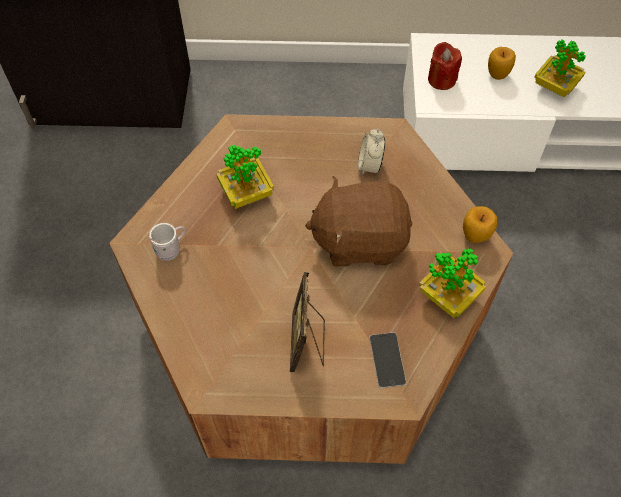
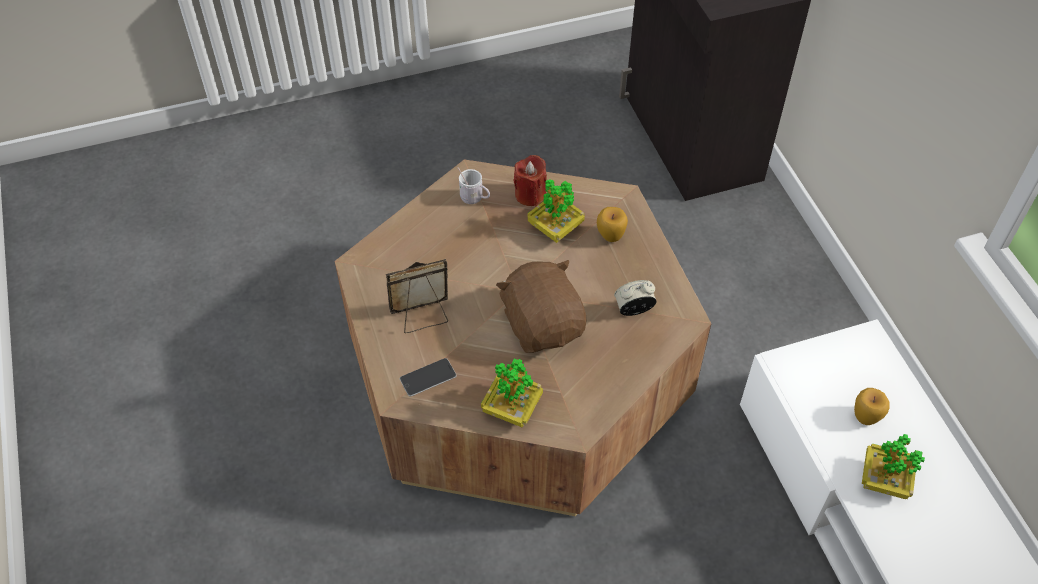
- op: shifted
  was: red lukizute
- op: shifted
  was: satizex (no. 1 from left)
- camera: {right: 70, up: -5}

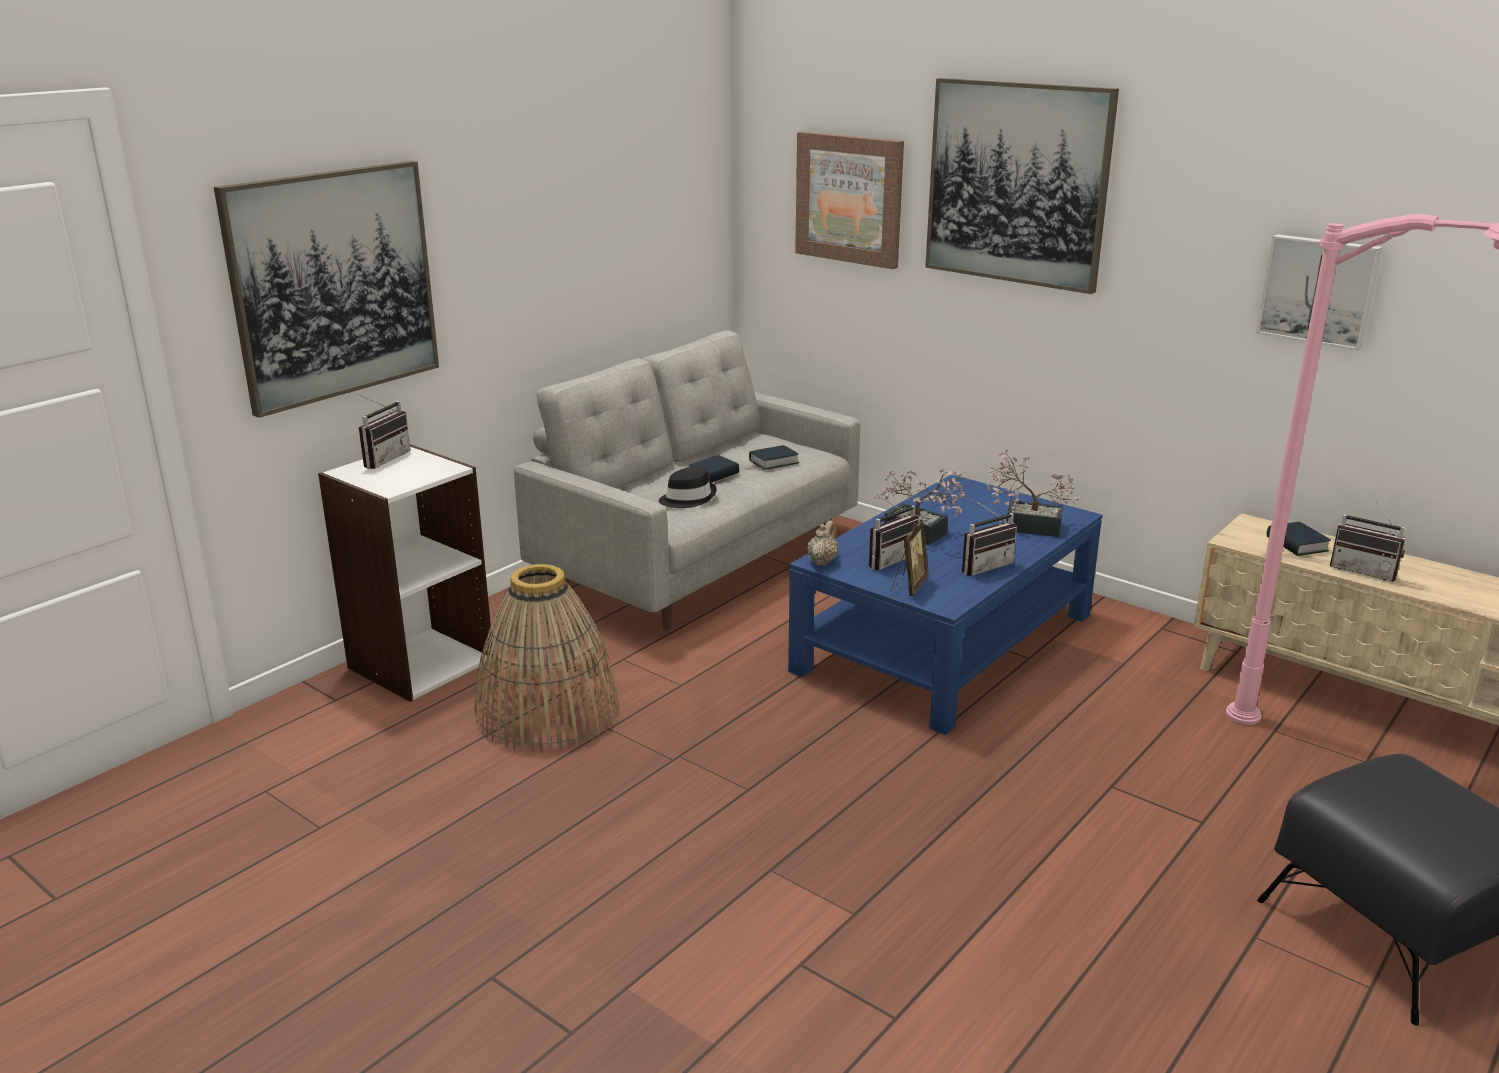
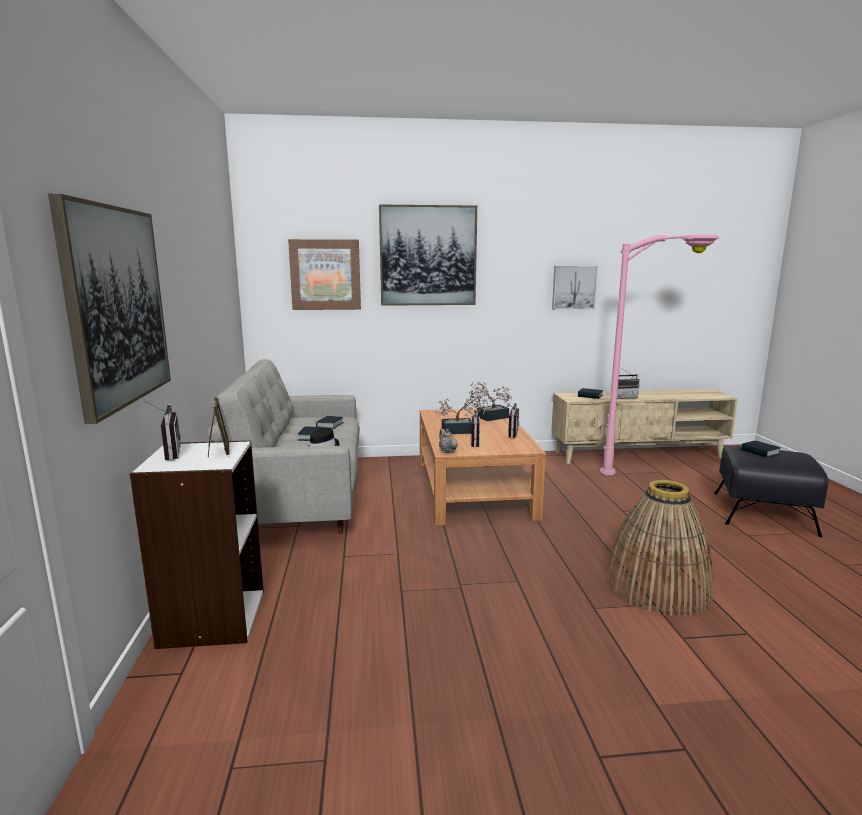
- op: new
  now: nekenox (no. 4 from left)
- op: shifted
  was: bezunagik
- op: shifted
  was: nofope
- op: repainted
  was: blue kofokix
  now: brown kofokix
- camera: {right: -45, up: -10}

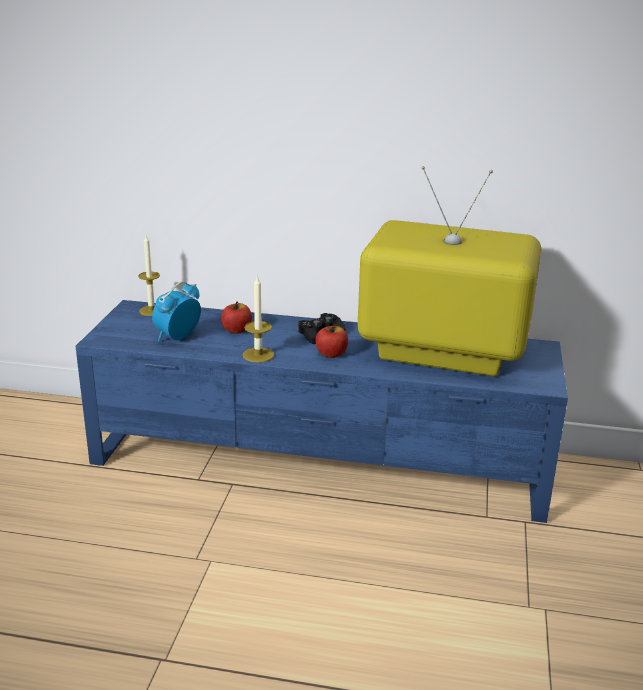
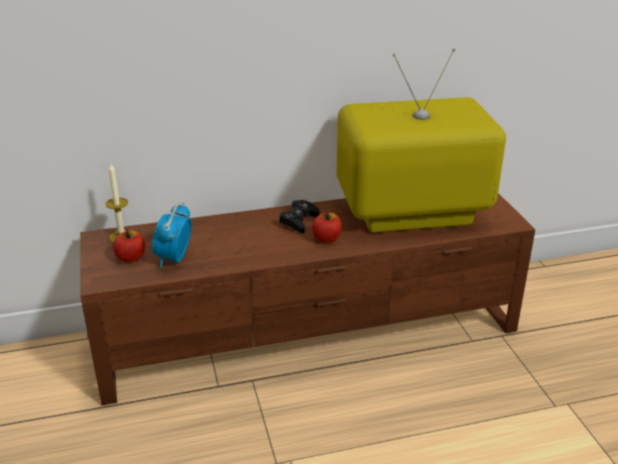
- op: gone
  was: lukizute (no. 2 from left)
- op: shifted
  was: satizex (no. 1 from left)
- op: repainted
  was: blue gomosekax
  now: brown gomosekax
- camera: {right: -25, up: 5}

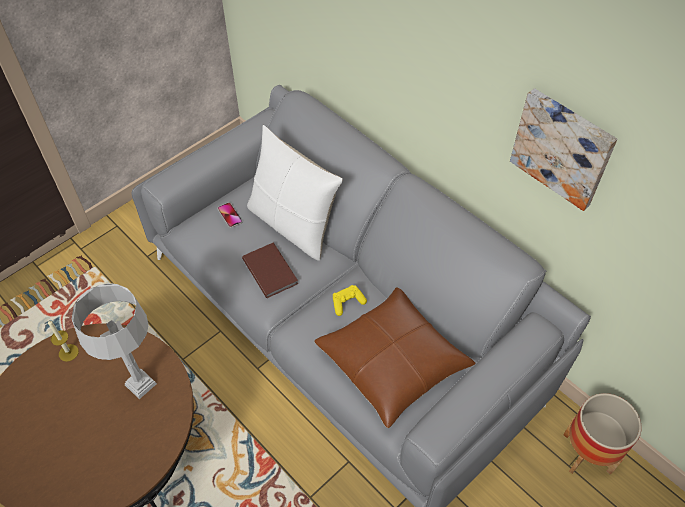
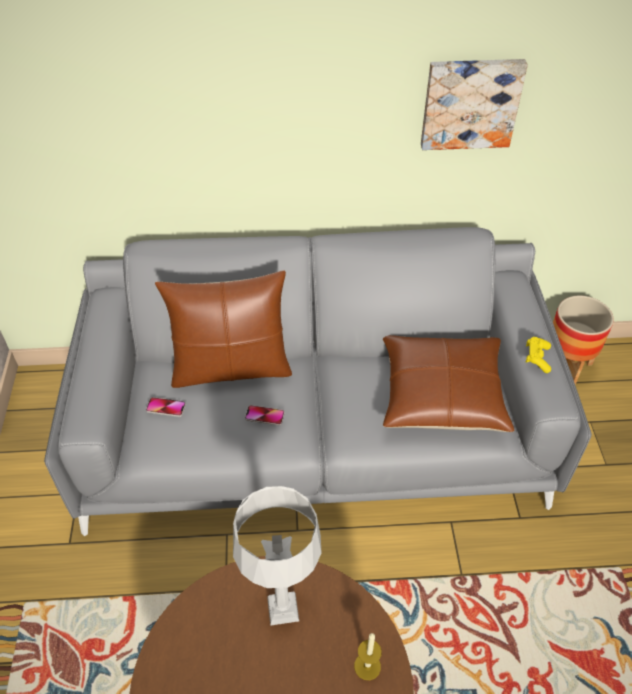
- op: shifted
  was: lukizute
- op: shifted
  was: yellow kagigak
- op: swapped
  was: brown nekenox
  now: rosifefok (no. 2 from left)
- op: repainted
  was: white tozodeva
  now: brown tozodeva (no. 1 from left)
- camera: {right: -50, up: -5}

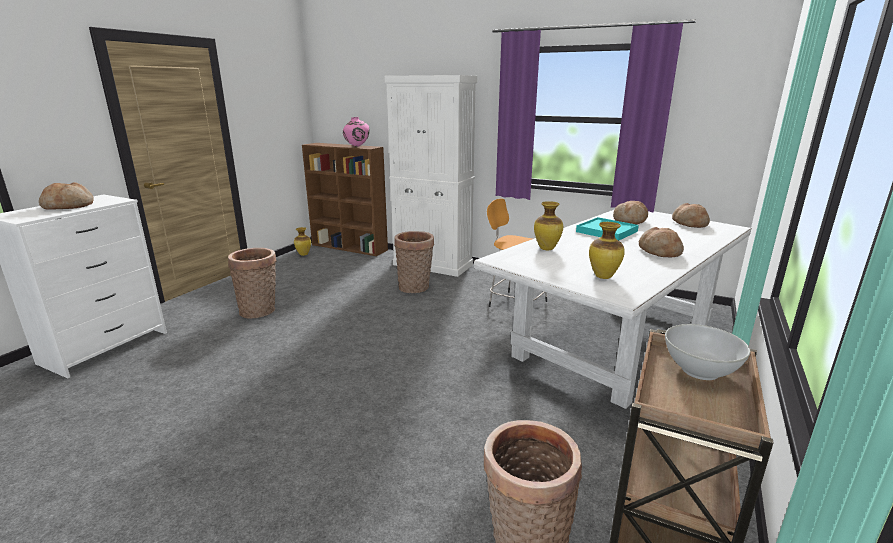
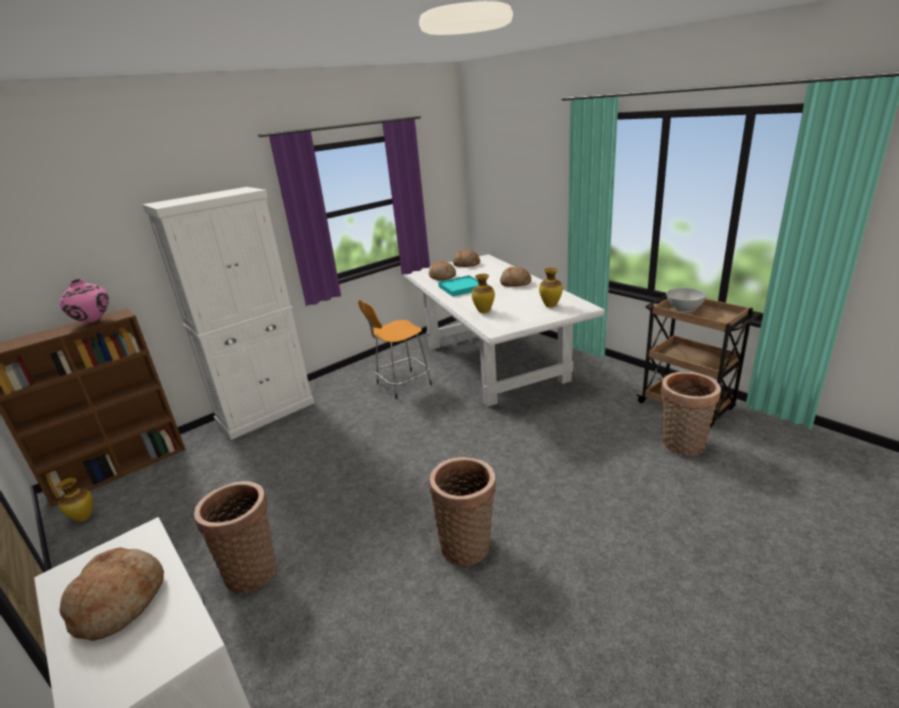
- op: shifted
  was: bezunagik (no. 2 from left)
- camera: {right: -65, up: 5}

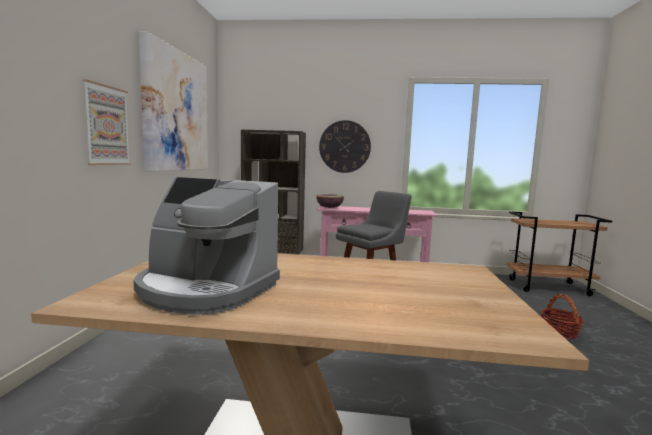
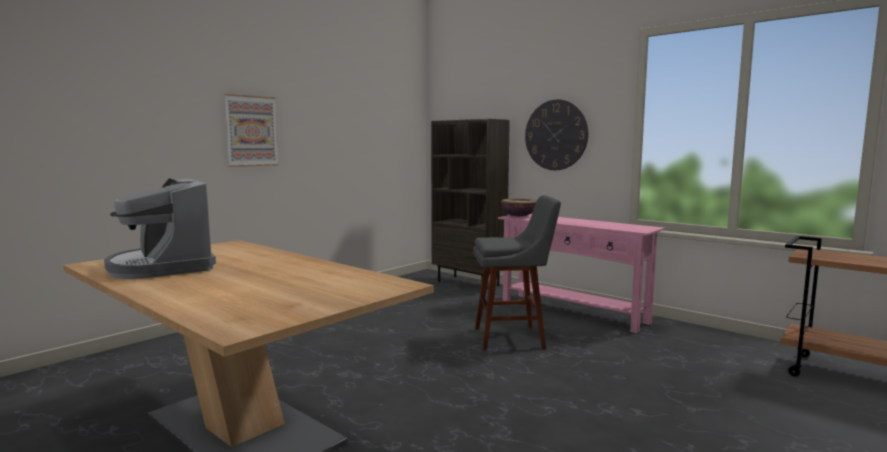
- op: gone
  was: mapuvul (no. 2 from left)
- op: gone
  was: bezunagik
- camera: {right: 35, up: 0}

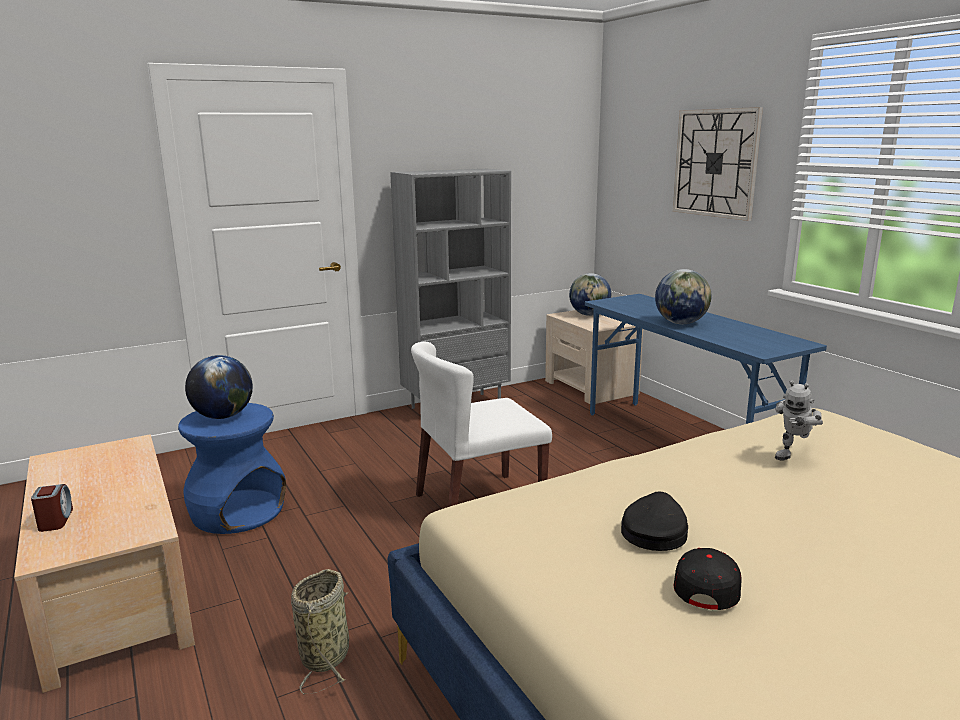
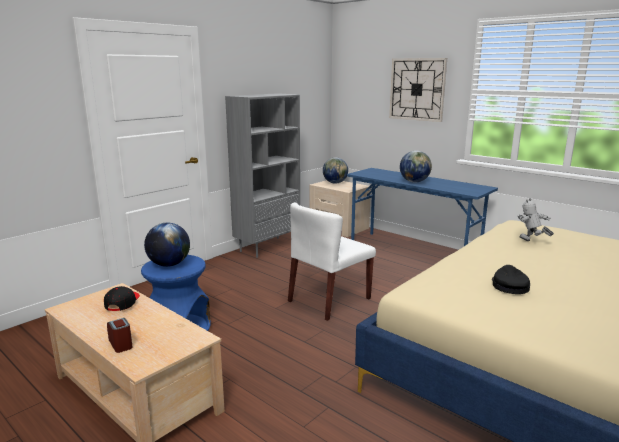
- op: gone
  was: bezunagik
- op: shifted
  was: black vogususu (no. 2 from left in the first image)
  now: black vogususu (no. 1 from left)
- op: rotated
  was: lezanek
  clockwise: 120
- camera: {right: -20, up: 0}

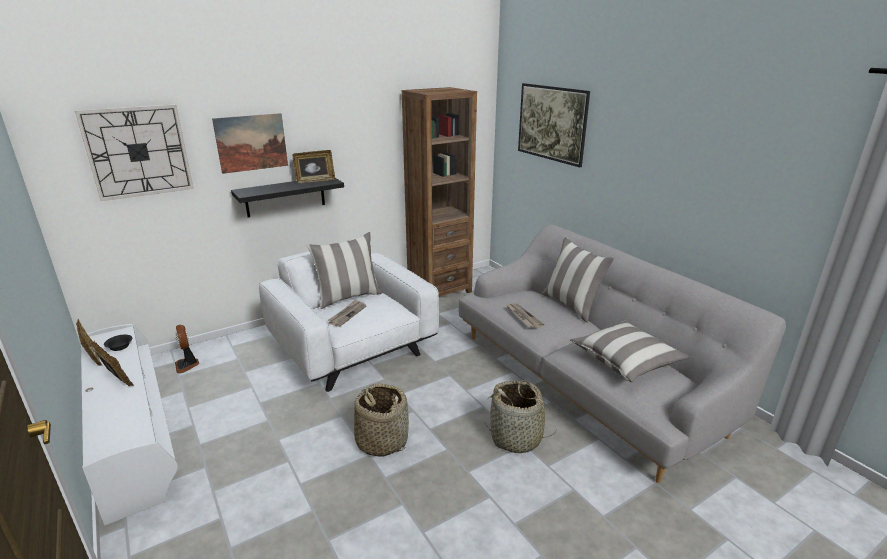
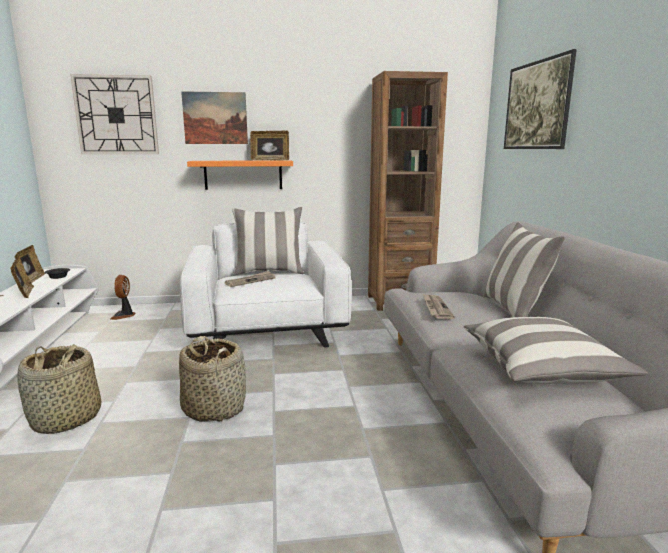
- op: shifted
  was: bezunagik (no. 2 from left in the first image)
  now: bezunagik (no. 1 from left)
- op: repainted
  was: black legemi
  now: orange legemi
- camera: {right: 25, up: -10}

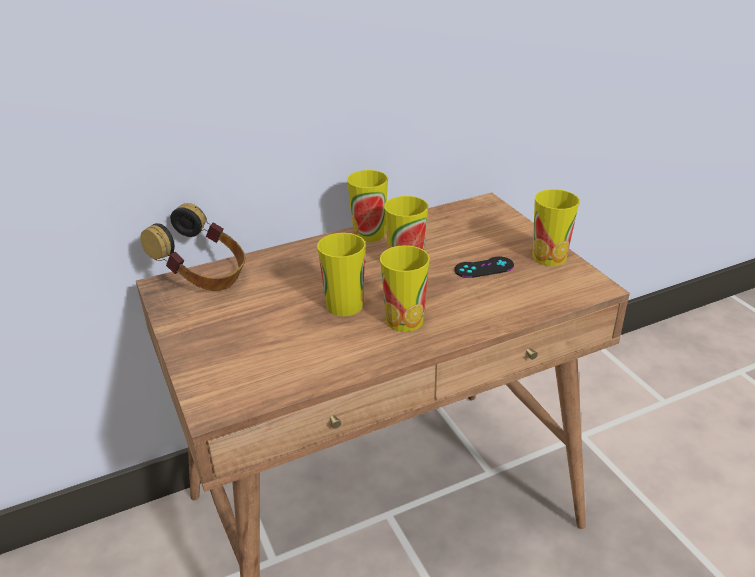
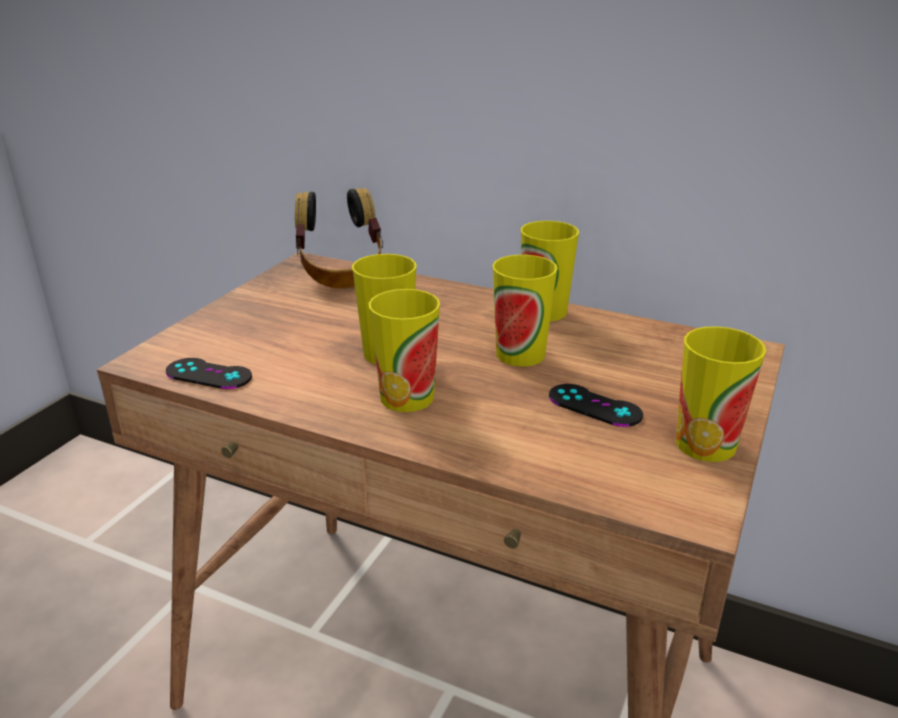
- op: new
  now: black kagigak (no. 1 from left)
- camera: {right: 50, up: -5}

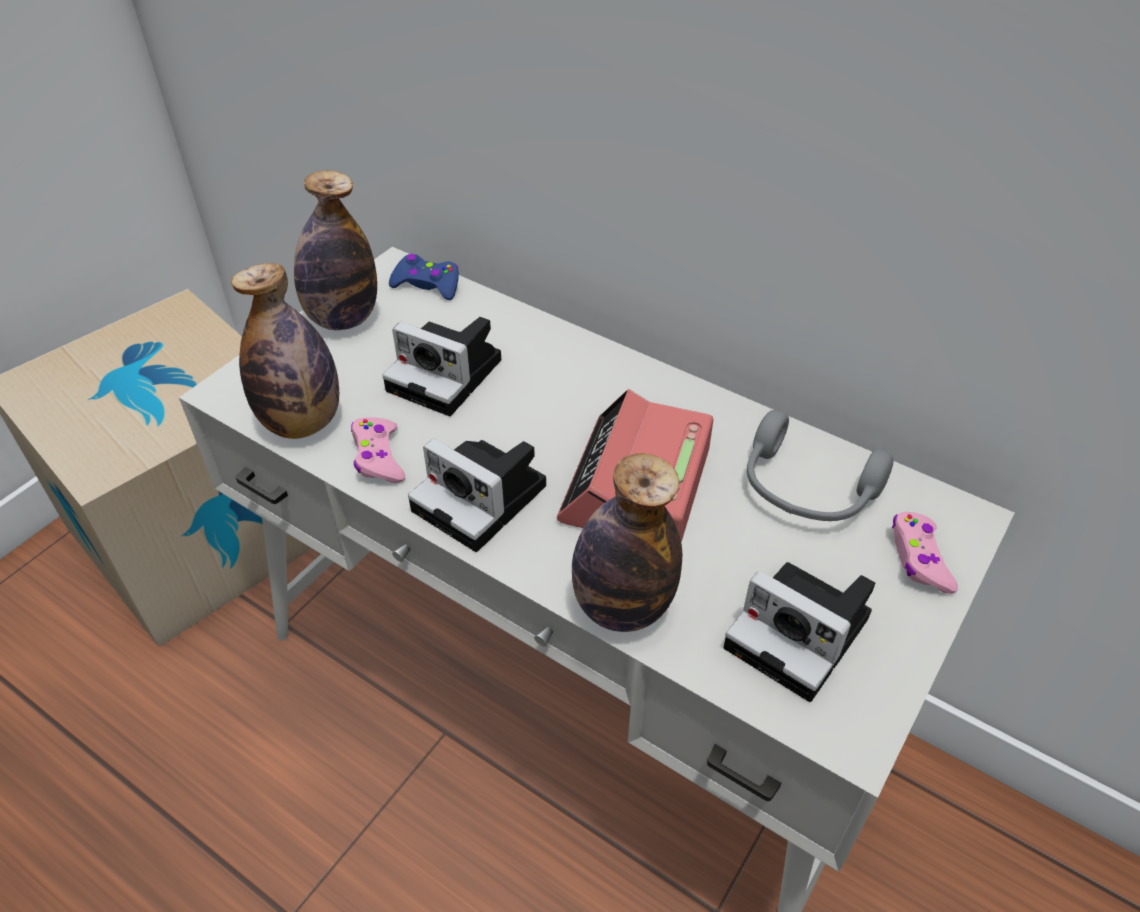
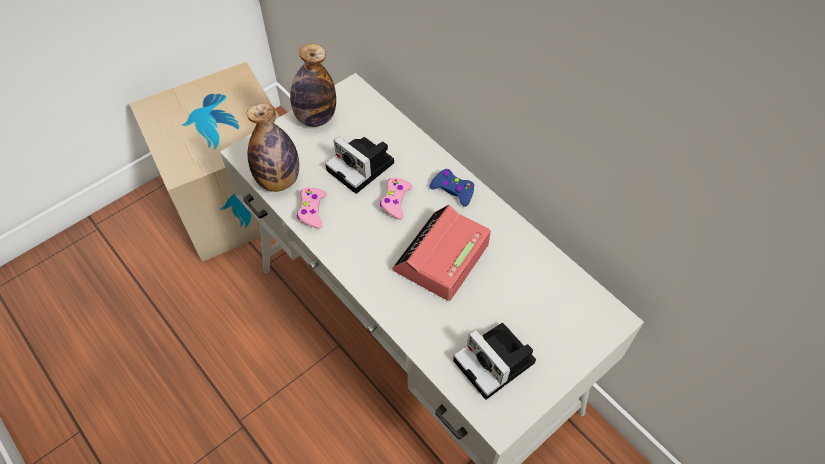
- op: gone
  was: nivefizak (no. 2 from left)
- op: gone
  was: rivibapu (no. 3 from left)
- op: gone
  was: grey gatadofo
- op: shifted
  was: blue kagigak
- op: shifted
  was: pink kagigak (no. 2 from left)
- camera: {right: 15, up: 10}

